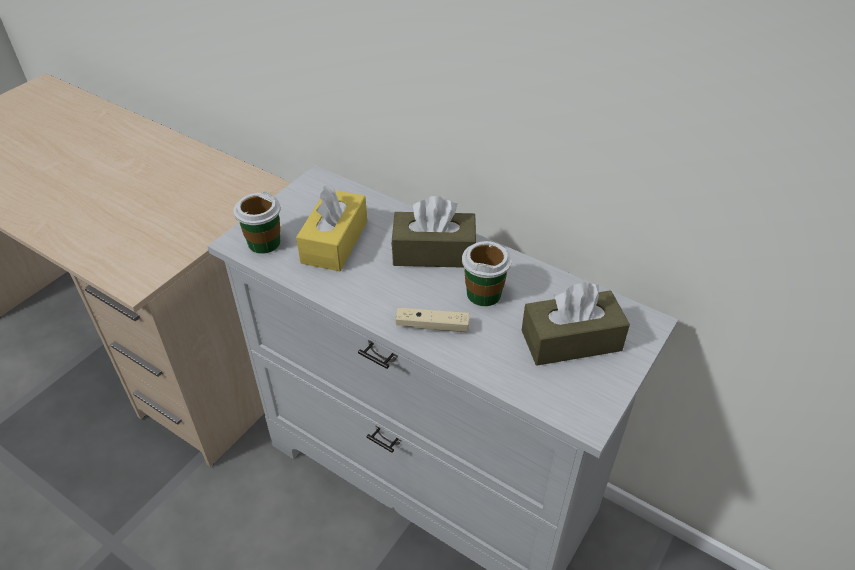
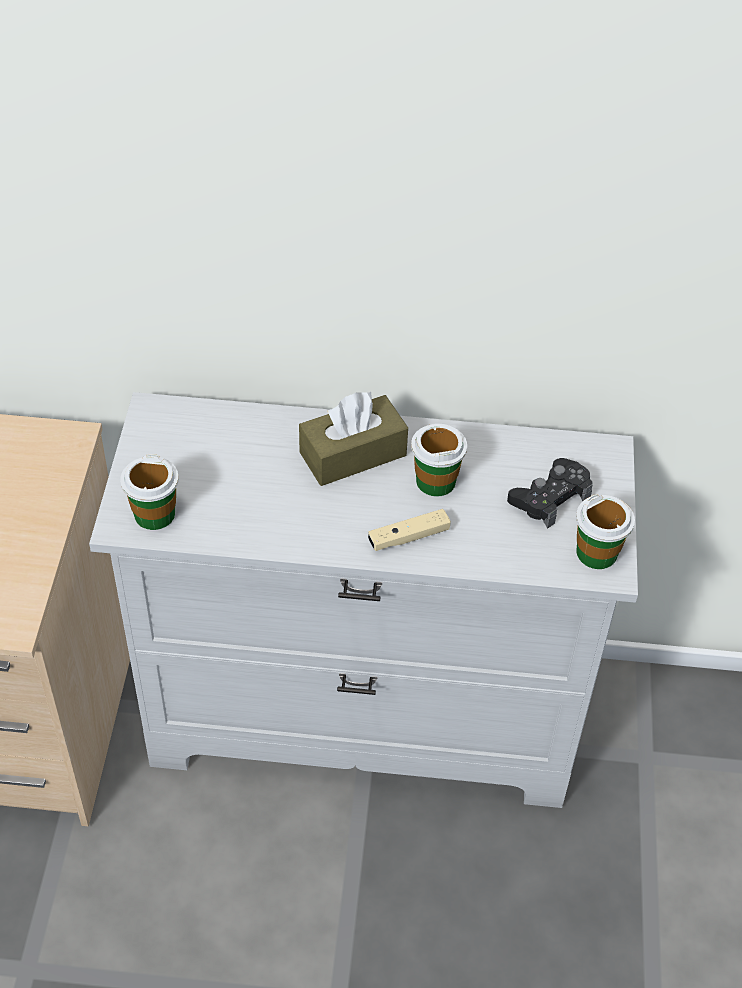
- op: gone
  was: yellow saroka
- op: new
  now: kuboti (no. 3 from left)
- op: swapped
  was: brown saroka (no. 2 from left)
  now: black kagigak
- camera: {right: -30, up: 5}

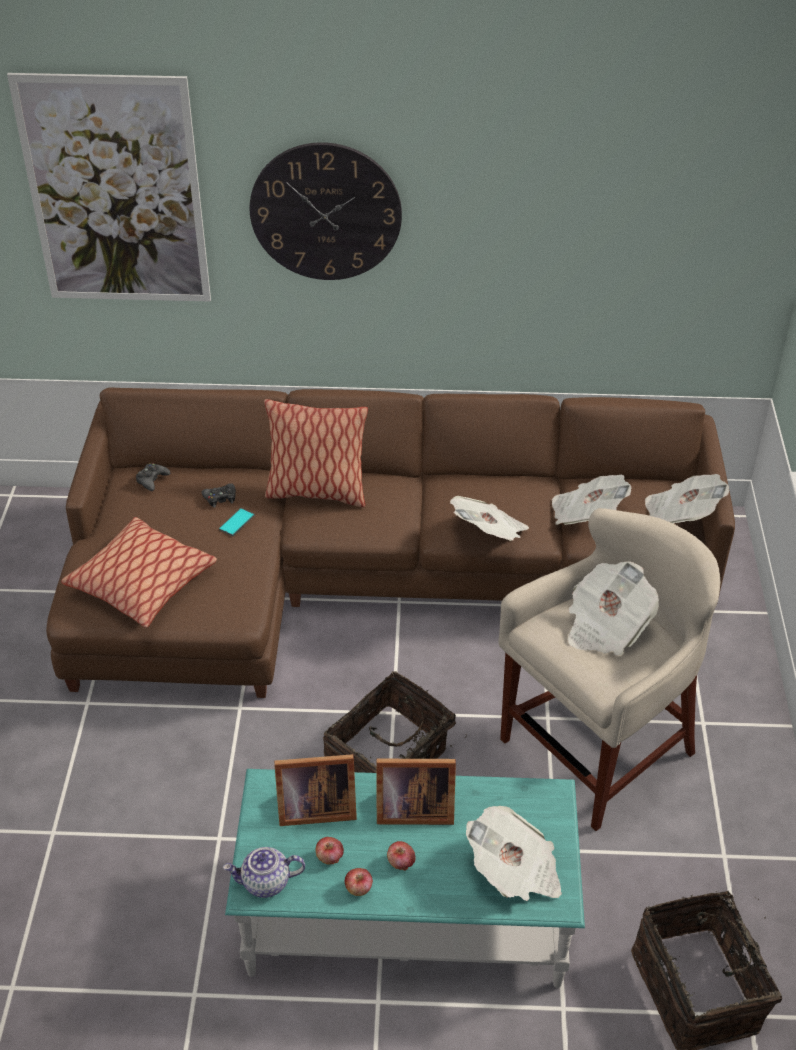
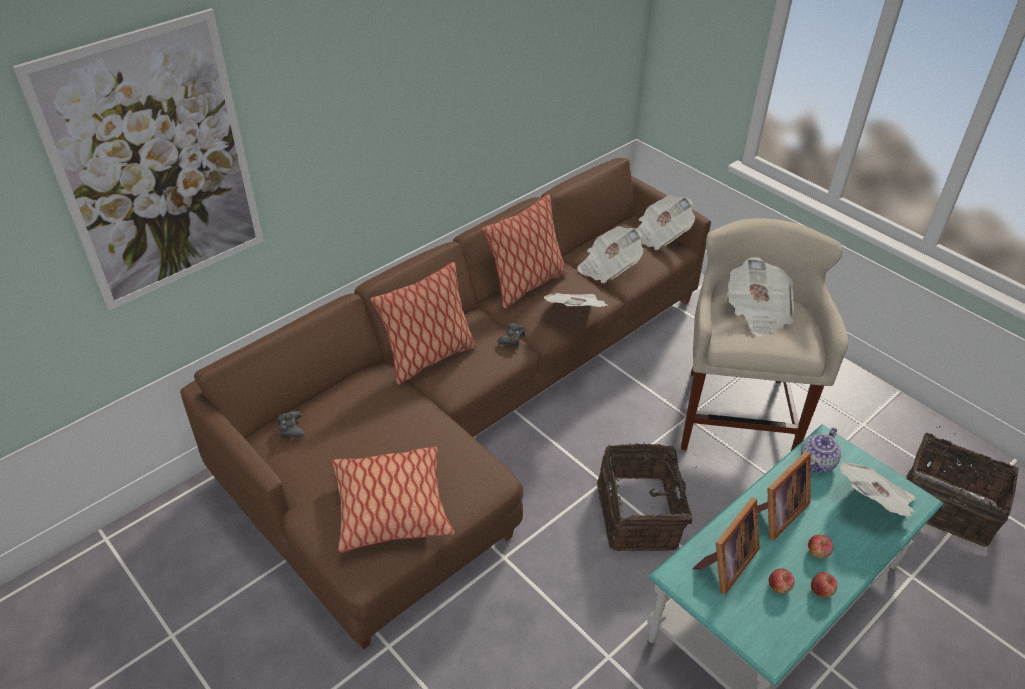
- op: gone
  was: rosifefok
- op: gone
  was: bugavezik
- op: new
  now: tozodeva (no. 3 from left)
- op: shifted
  was: black kagigak (no. 2 from left)
- op: shifted
  was: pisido
- camera: {right: -45, up: 0}

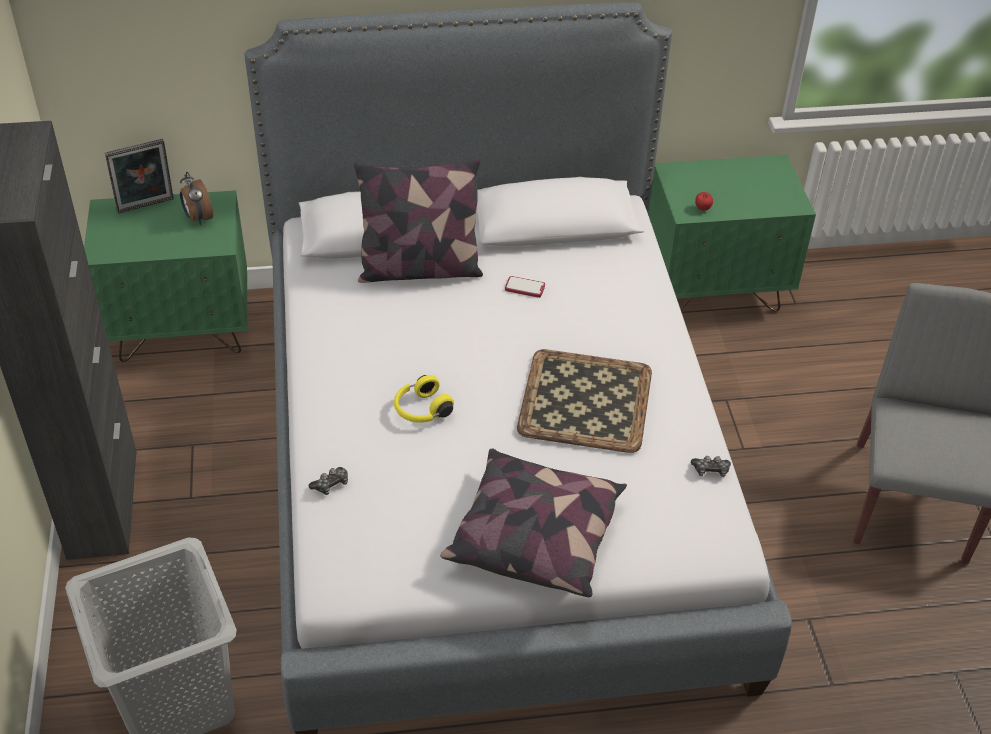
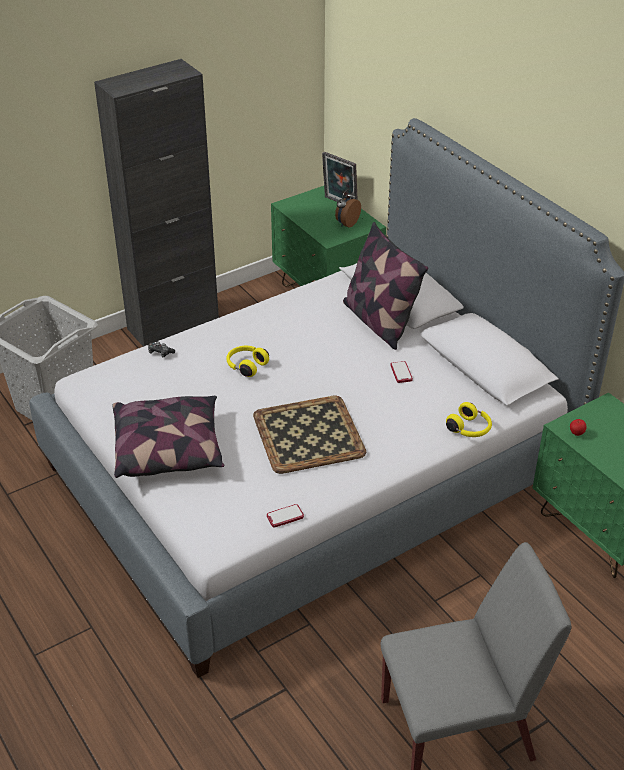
- op: new
  now: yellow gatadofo (no. 2 from left)
- op: swapped
  was: kagigak (no. 2 from left)
  now: rosifefok (no. 1 from left)
- camera: {right: 65, up: -5}

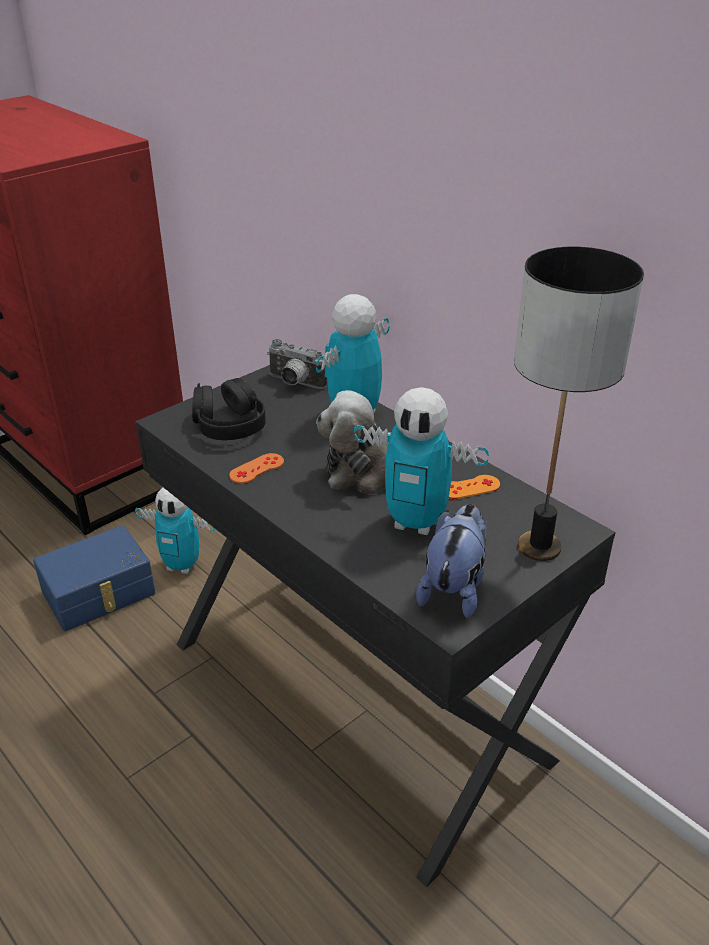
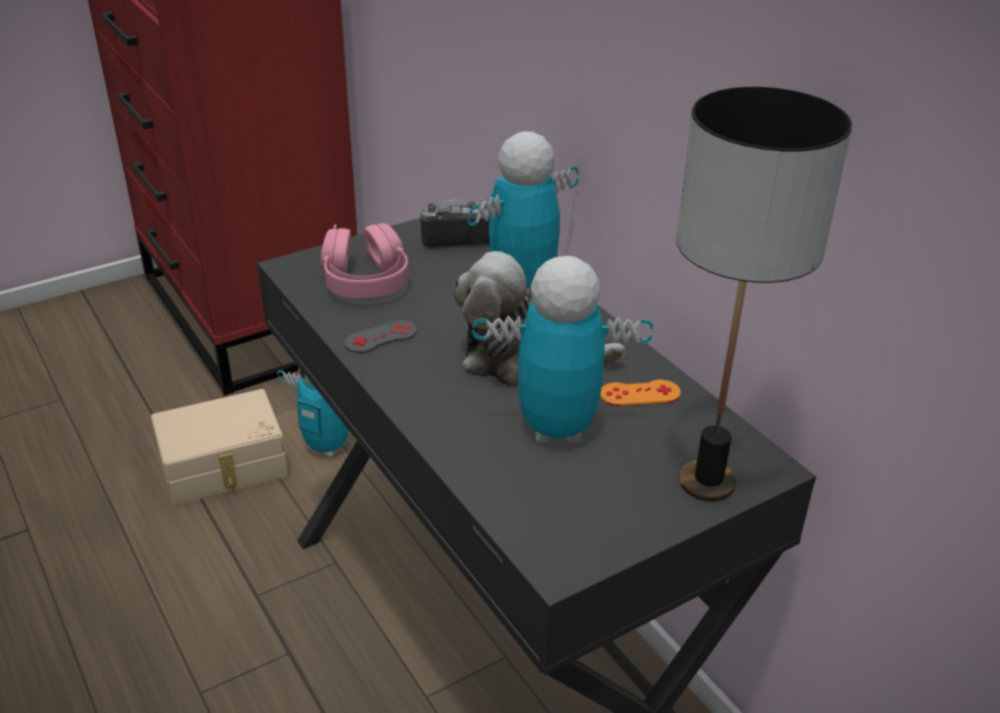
- op: gone
  was: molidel (no. 2 from left)
- op: repainted
  was: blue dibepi
  now: beige dibepi
- op: repainted
  was: black gatadofo
  now: pink gatadofo
- op: repainted
  was: orange kagigak (no. 1 from left)
  now: grey kagigak
- op: rotated
  was: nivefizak
  clockwise: 135
- op: rotated
  was: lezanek (no. 3 from left)
  clockwise: 150
- camera: {right: 10, up: 0}

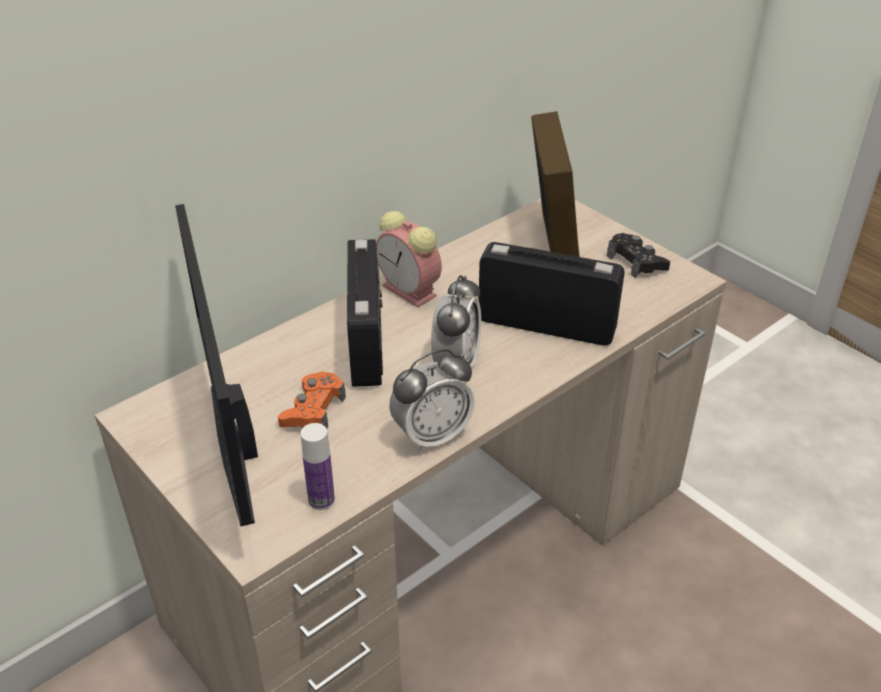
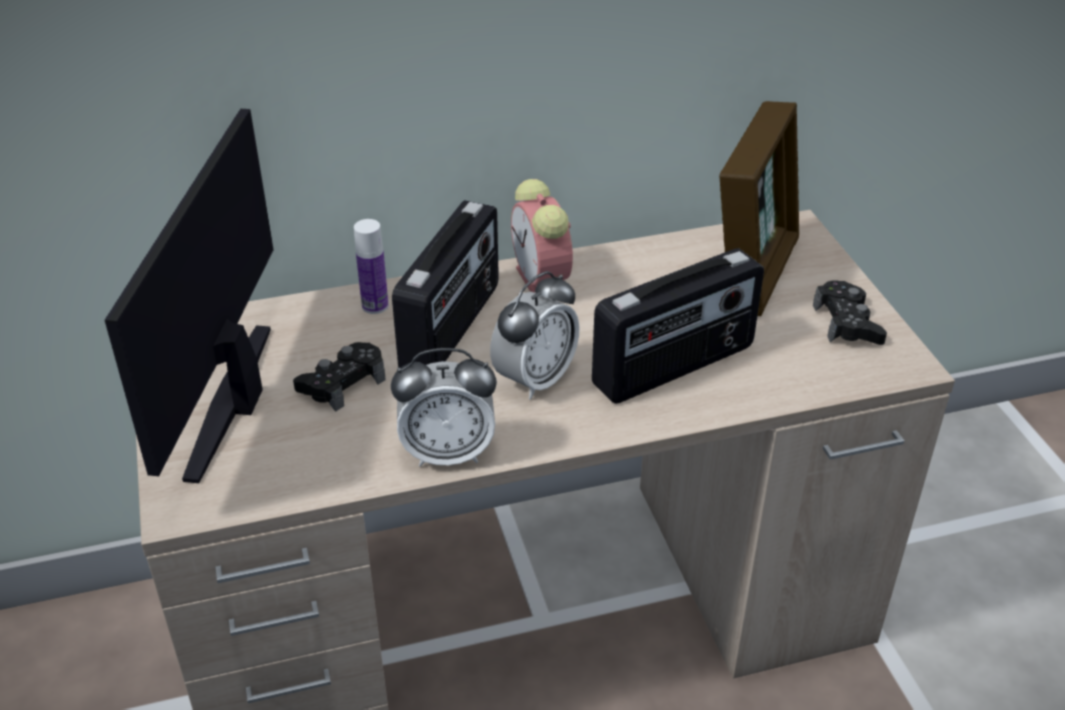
- op: shifted
  was: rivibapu
- op: repainted
  was: orange kagigak
  now: black kagigak (no. 1 from left)
- op: rotated
  was: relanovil (no. 2 from left)
  clockwise: 105
- camera: {right: 25, up: 0}

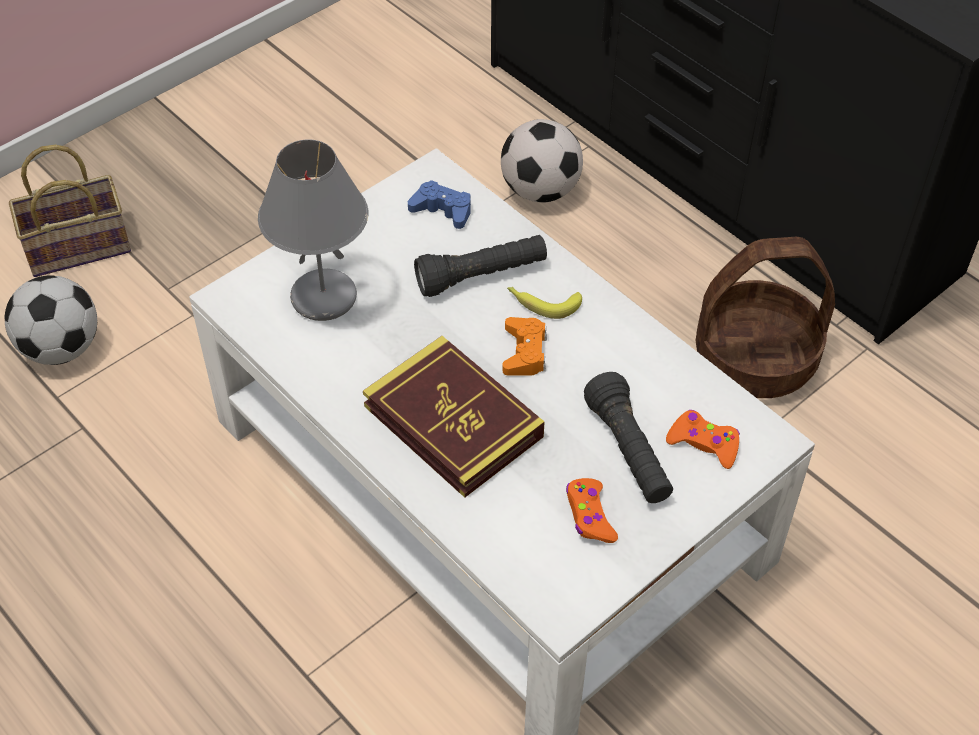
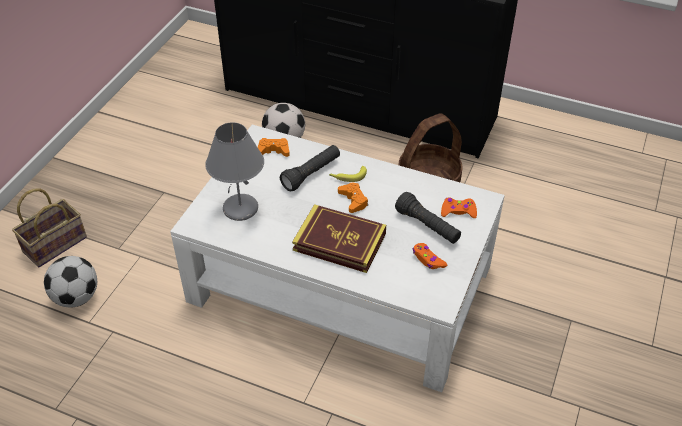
- op: repainted
  was: blue kagigak
  now: orange kagigak (no. 1 from left)
- camera: {right: -25, up: -5}

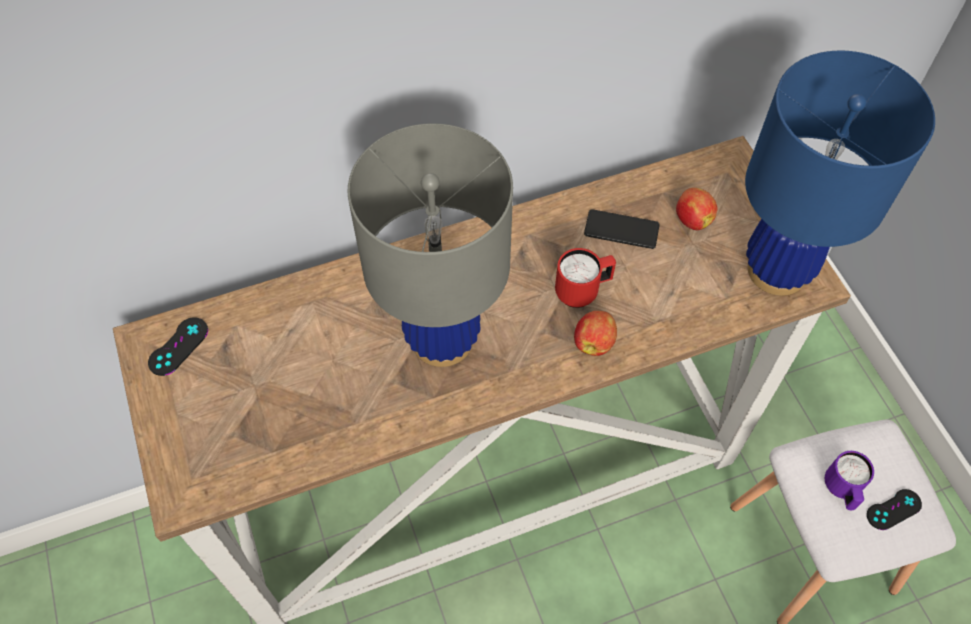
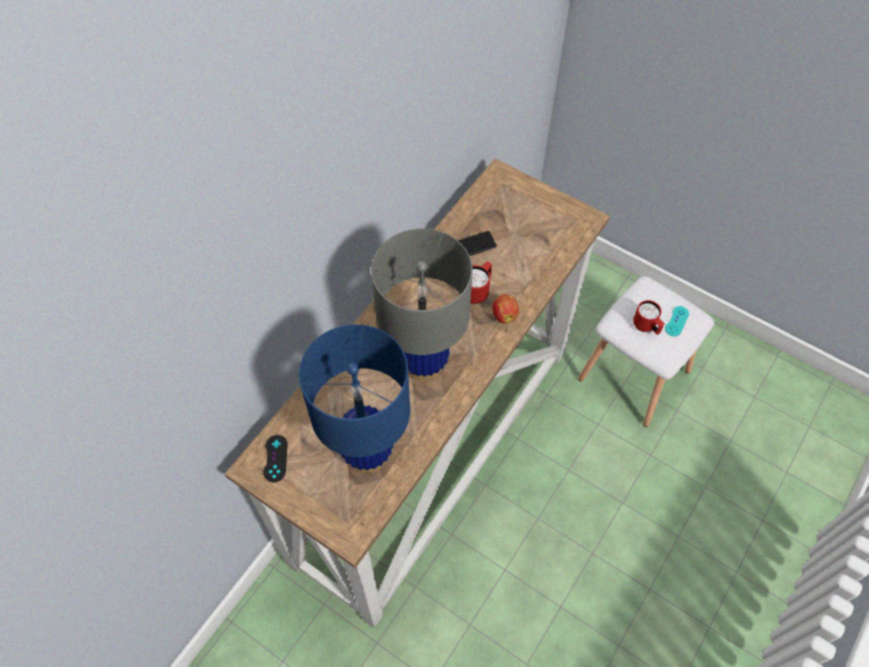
- op: gone
  was: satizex (no. 2 from left)
- op: shifted
  was: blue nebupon
- op: repainted
  was: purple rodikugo
  now: red rodikugo (no. 2 from left)
- op: repainted
  was: black kagigak (no. 2 from left)
  now: turquoise kagigak
- camera: {right: -35, up: 0}

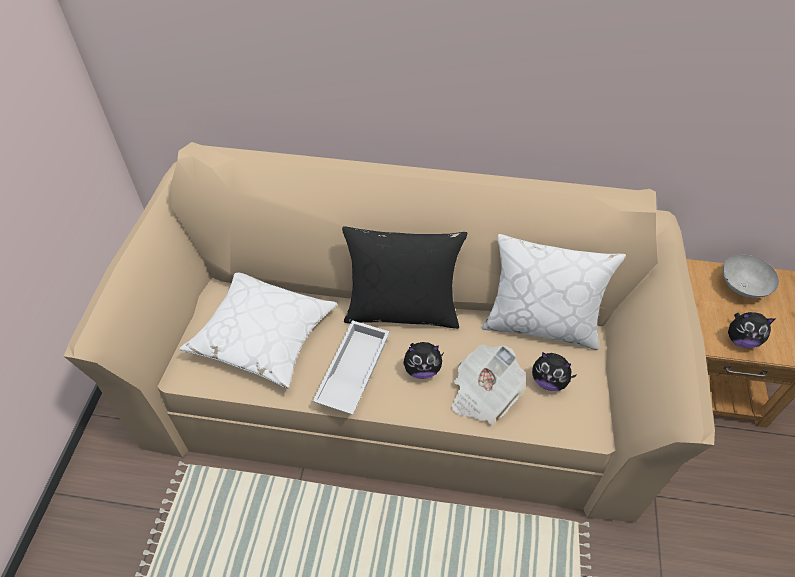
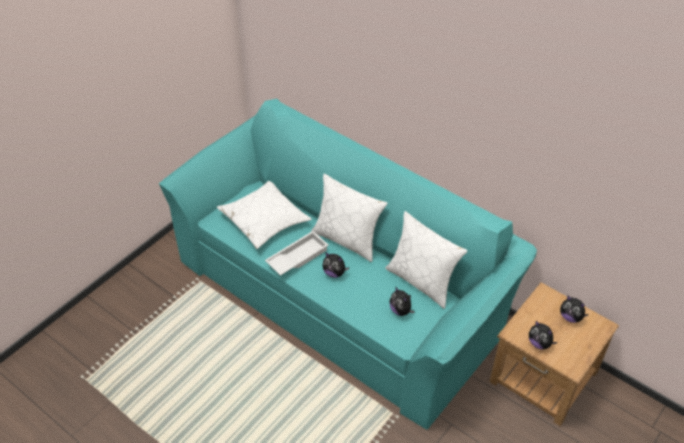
- op: gone
  was: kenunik
- op: swapped
  was: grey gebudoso
  now: molidel (no. 4 from left)
- op: repainted
  was: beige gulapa
  now: turquoise gulapa
- op: repainted
  was: black tozodeva
  now: white tozodeva (no. 2 from left)
- camera: {right: 30, up: -5}

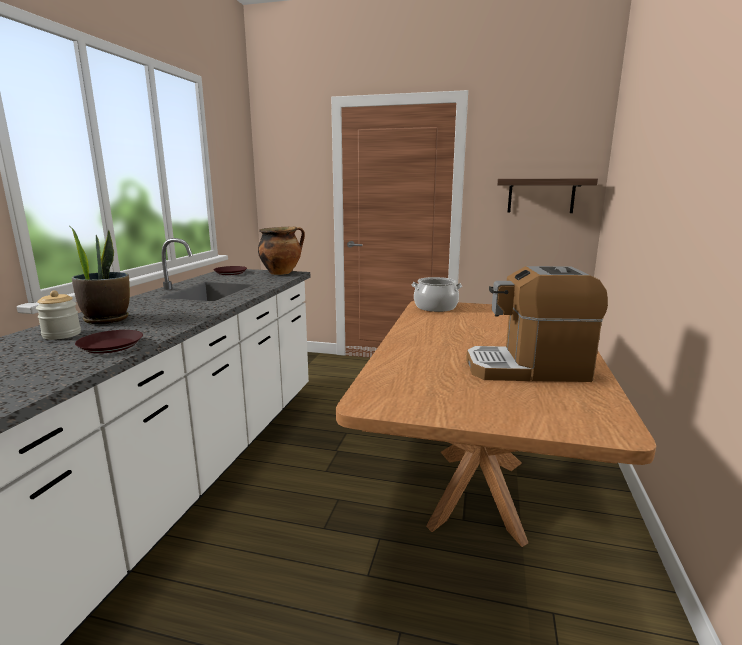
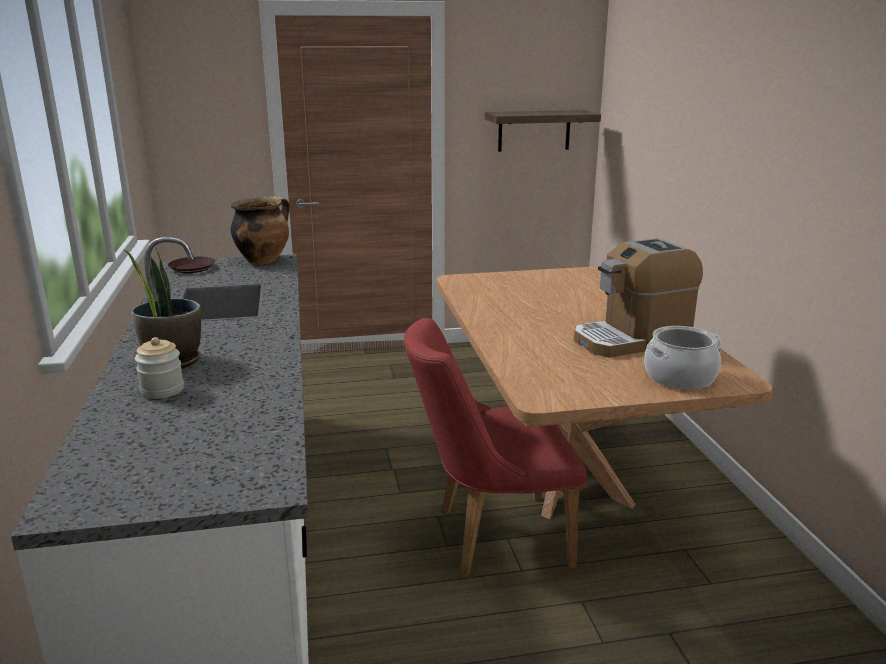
- op: gone
  was: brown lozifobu (no. 1 from left)
- op: new
  now: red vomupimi
- op: shifted
  was: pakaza (no. 2 from left)
- camera: {right: -25, up: 5}

